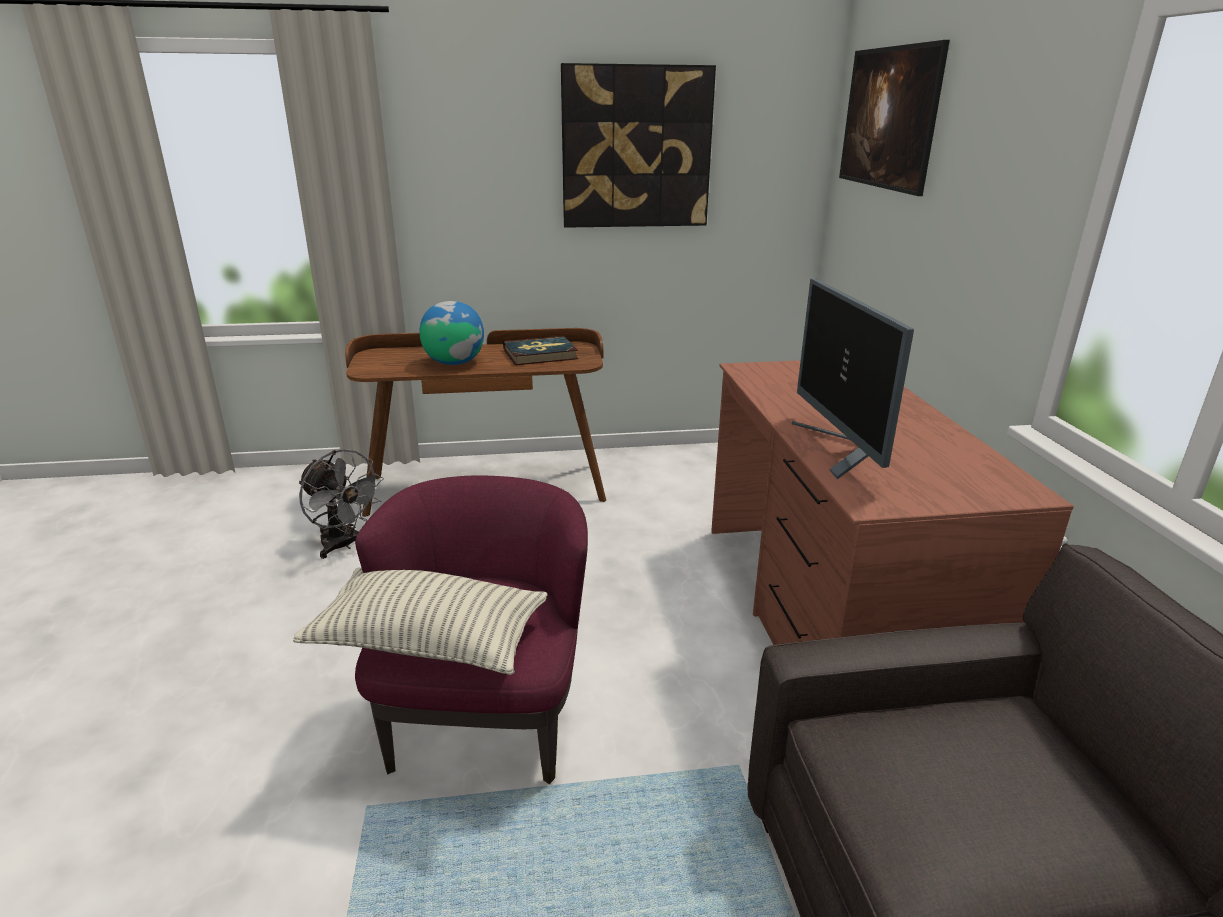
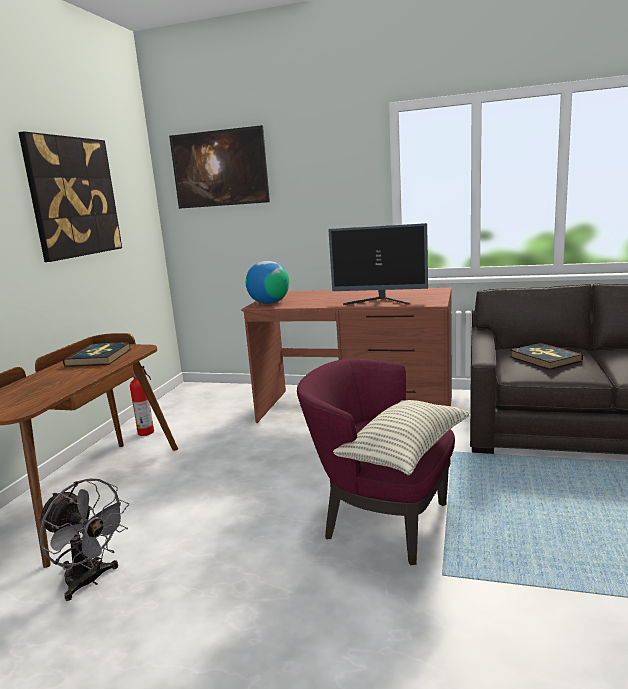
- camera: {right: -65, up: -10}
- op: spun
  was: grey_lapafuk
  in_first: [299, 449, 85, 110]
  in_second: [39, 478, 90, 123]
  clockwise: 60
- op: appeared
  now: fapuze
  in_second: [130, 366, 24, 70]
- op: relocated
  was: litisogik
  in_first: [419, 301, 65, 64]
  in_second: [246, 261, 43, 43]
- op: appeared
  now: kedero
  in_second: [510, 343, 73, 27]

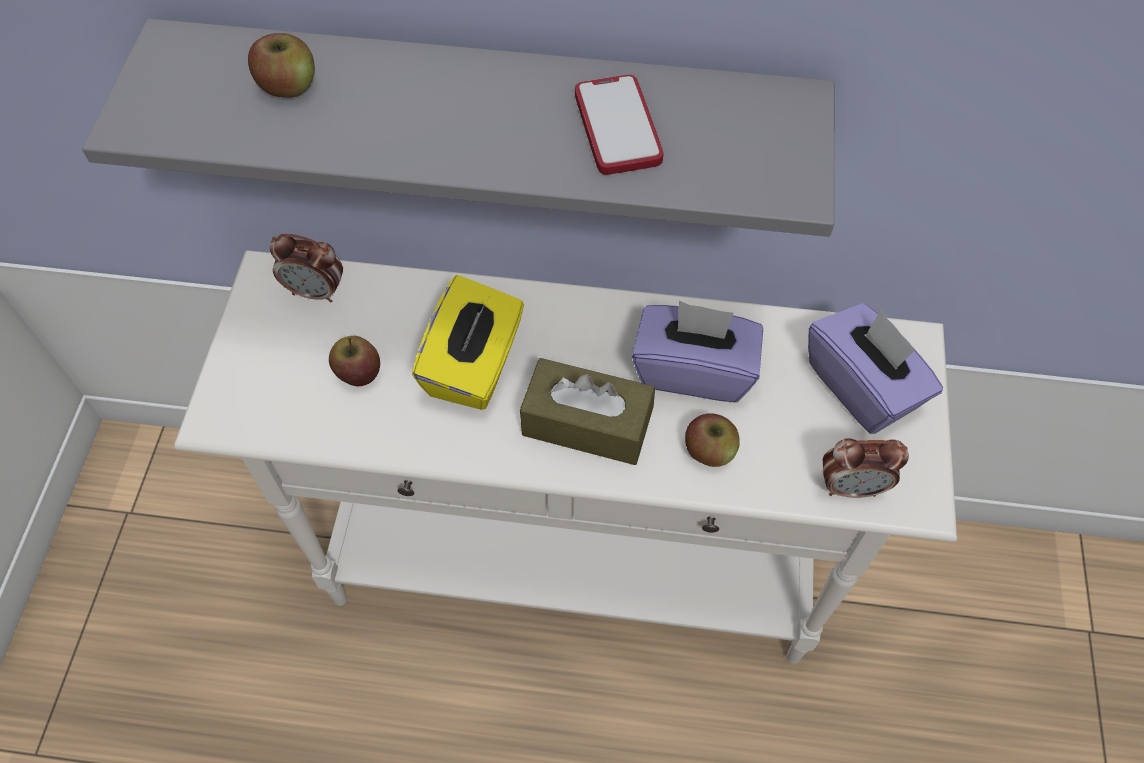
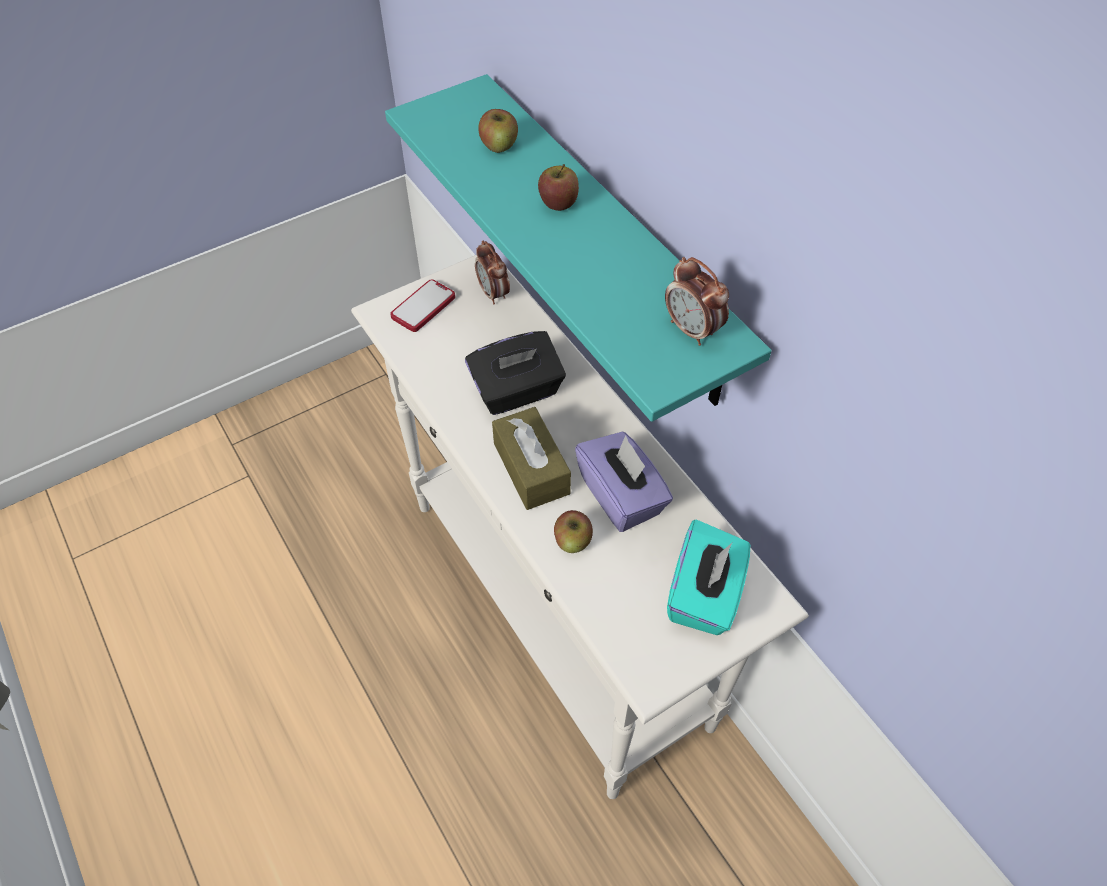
- camera: {right: 50, up: -5}
- op: colour
  was: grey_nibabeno
  now: turquoise_nibabeno
  in_first: [82, 19, 753, 218]
  in_second: [385, 74, 387, 348]
- op: relocated
  was: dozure
  in_first: [575, 75, 89, 100]
  in_second: [390, 279, 65, 53]
- op: colour
  was: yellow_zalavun
  now: black_zalavun
  in_first: [412, 275, 112, 135]
  in_second: [465, 331, 101, 84]
- op: relocated
  was: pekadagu
  in_first: [329, 336, 51, 50]
  in_second: [538, 164, 41, 47]
- op: relocated
  was: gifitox
  in_first: [823, 438, 86, 60]
  in_second: [665, 257, 64, 89]
- op: colour
  was: purple_zalavun
  now: turquoise_zalavun
  in_first: [808, 303, 135, 131]
  in_second: [667, 519, 83, 116]

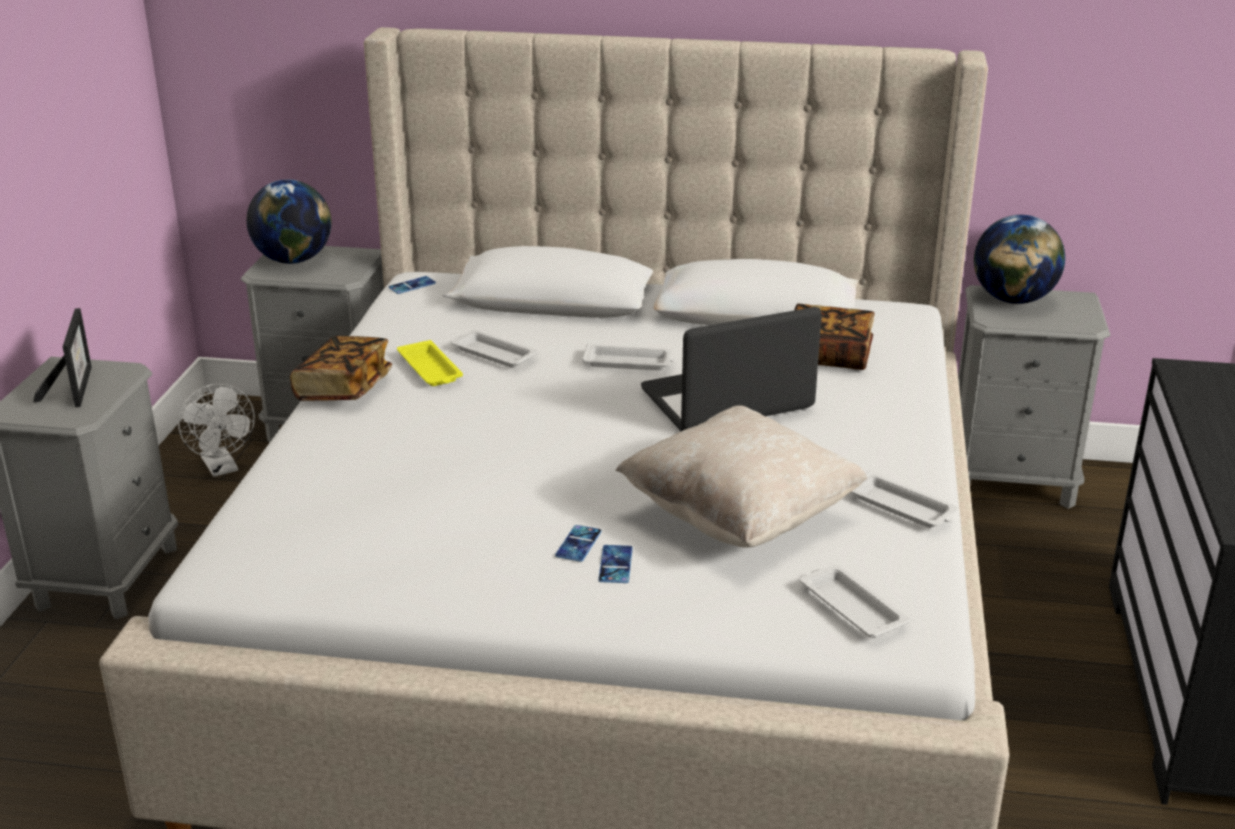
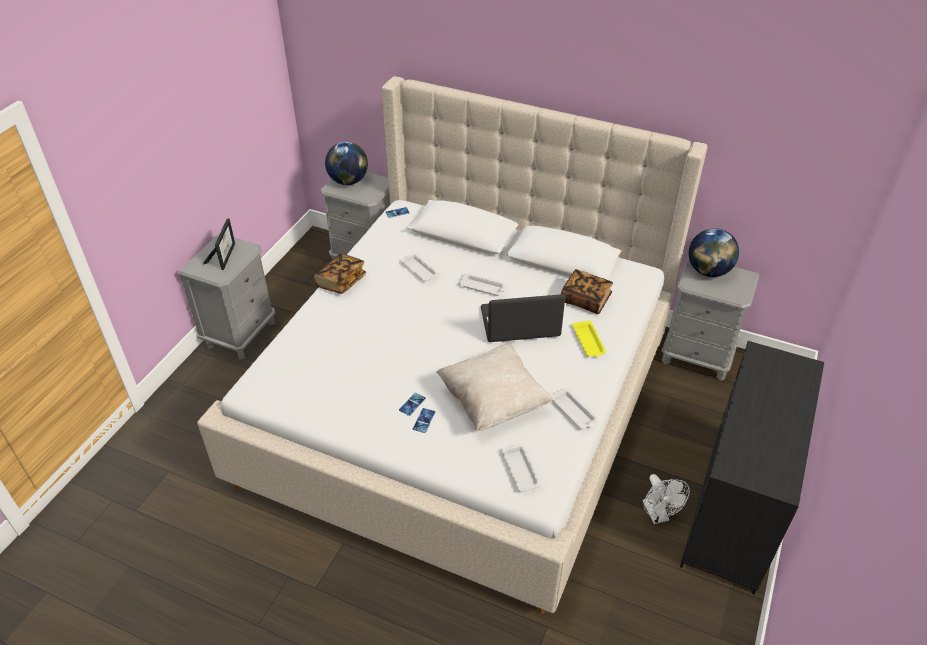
- camera: {right: 15, up: 15}
- op: relocated
  was: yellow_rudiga
  in_first: [397, 340, 66, 46]
  in_second: [572, 321, 34, 36]
- op: relocated
  was: white_lapafuk
  in_first: [178, 384, 77, 93]
  in_second: [643, 474, 47, 50]

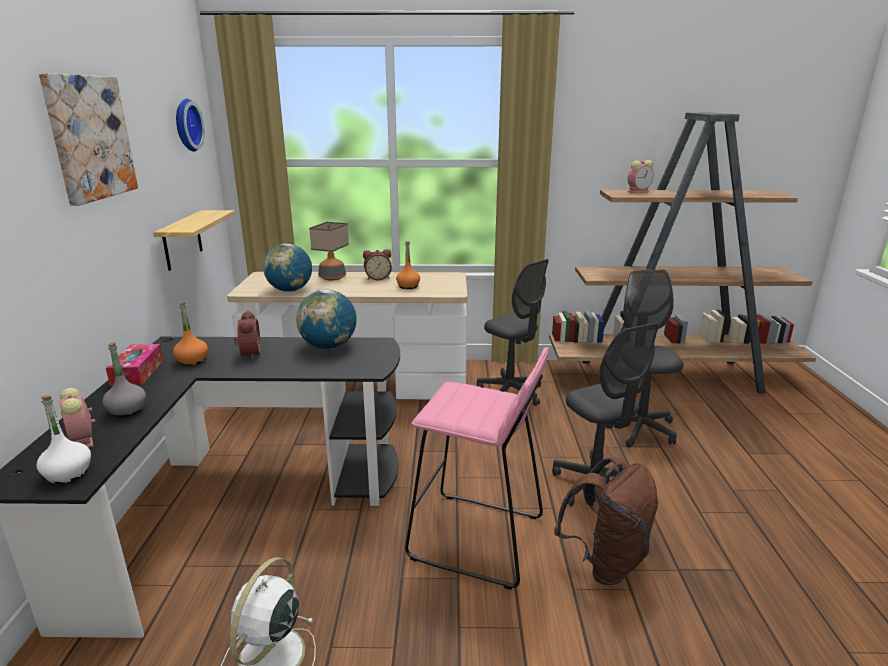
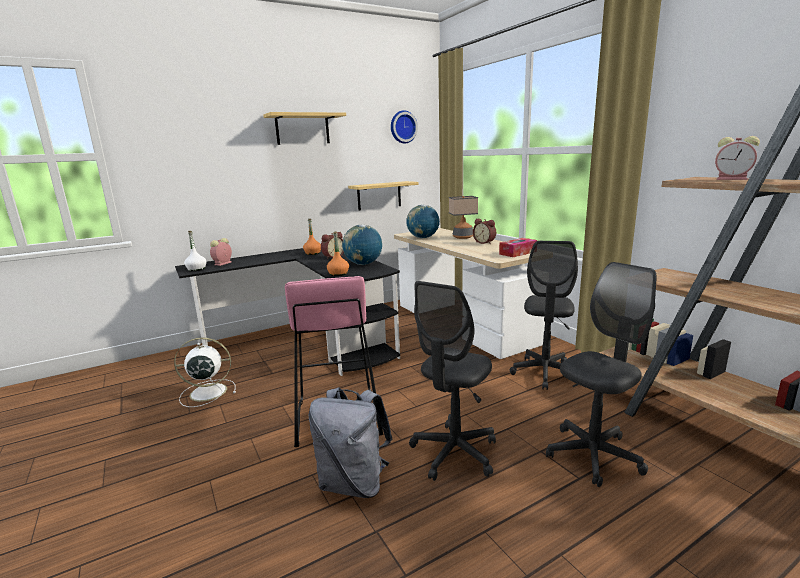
- camera: {right: 60, up: -5}
- op: exchanged
  was: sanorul
  now: nibabeno
  in_first: [39, 73, 99, 133]
  in_second: [263, 112, 83, 33]
- op: colour
  was: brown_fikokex
  now: grey_fikokex
  in_first: [554, 457, 104, 128]
  in_second: [309, 387, 83, 111]
- op: relocated
  was: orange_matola
  in_first: [396, 241, 24, 48]
  in_second: [327, 232, 22, 44]
- op: relocated
  was: zalavun
  in_first: [106, 344, 57, 42]
  in_second: [499, 238, 38, 19]
- op: missing
  was: grey_matola
  in_first: [102, 342, 44, 76]

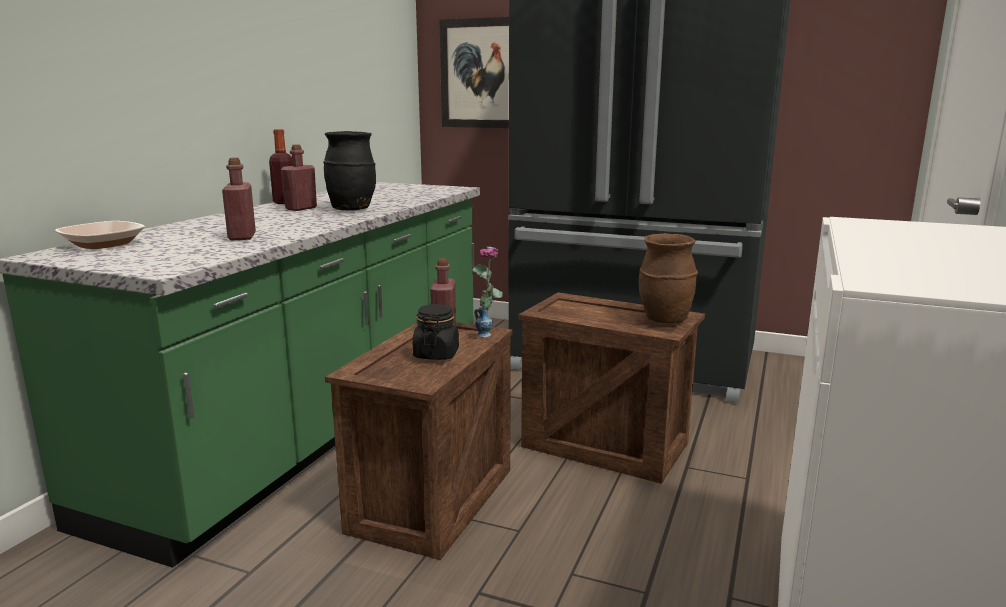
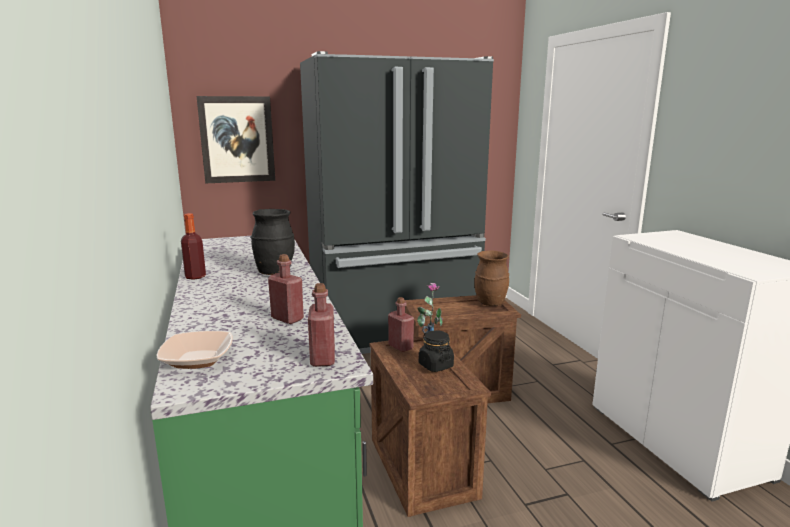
- camera: {right: -40, up: 0}
- op: relocated
  was: red_matola
  in_first: [281, 144, 36, 67]
  in_second: [308, 283, 27, 84]

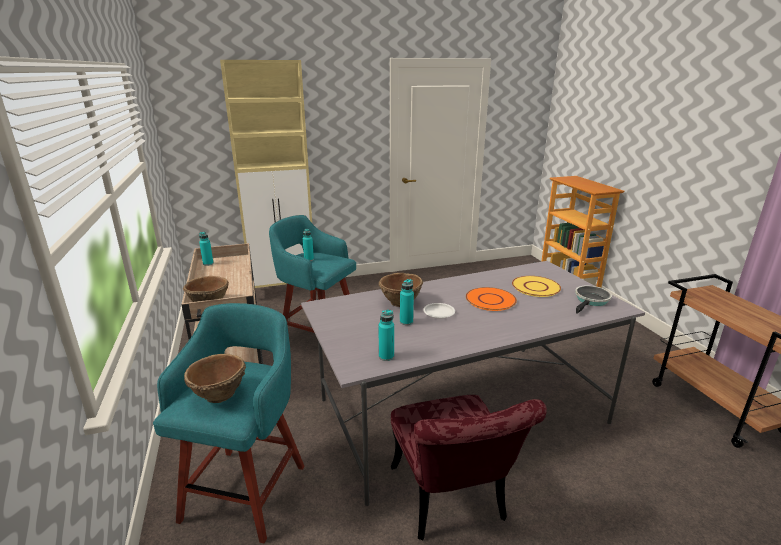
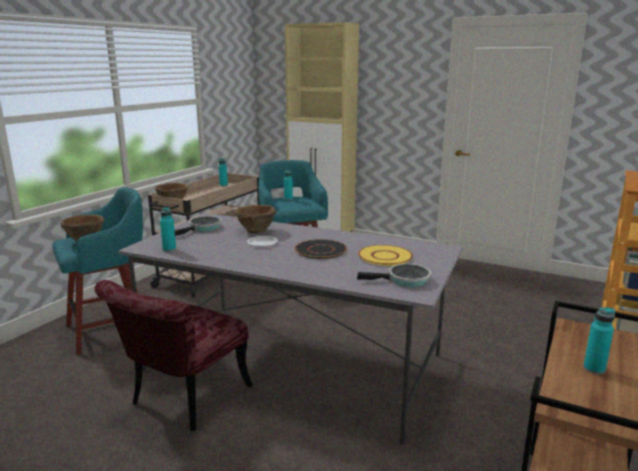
- camera: {right: 45, up: -5}
- op: appeared
  now: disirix
  in_second: [175, 216, 47, 20]
- op: colour
  was: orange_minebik
  now: black_minebik
  in_first: [466, 287, 51, 24]
  in_second: [294, 239, 53, 20]
- op: relocated
  was: turquoise_matola
  in_first: [400, 279, 14, 46]
  in_second: [583, 307, 32, 67]

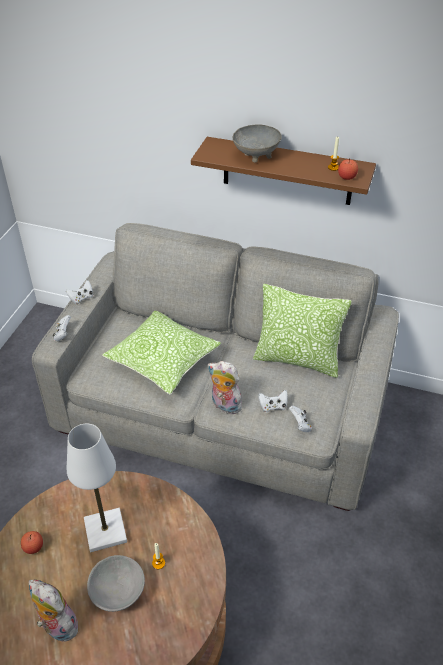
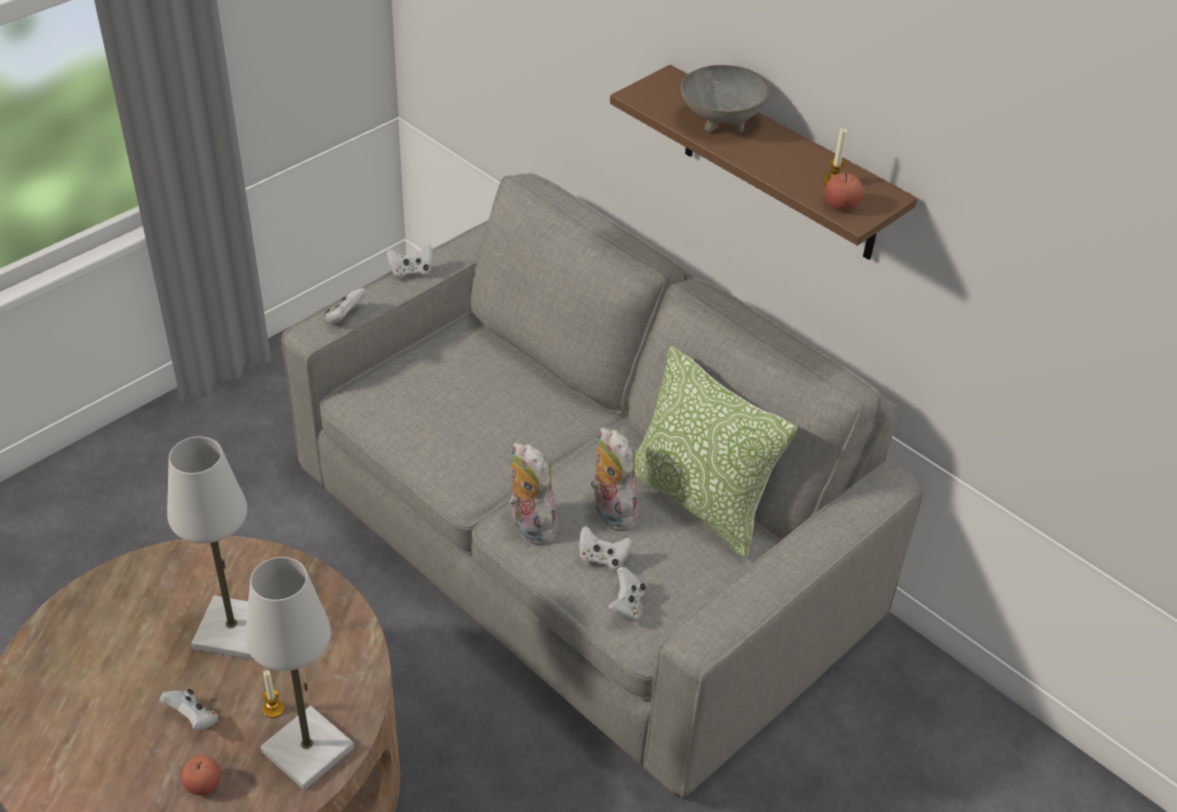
- camera: {right: 25, up: 0}
- op: exchanged
  was: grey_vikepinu
  now: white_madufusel
  in_first: [87, 555, 58, 57]
  in_second: [159, 689, 59, 41]
- op: relocated
  was: pekadagu
  in_first: [21, 531, 22, 23]
  in_second: [181, 756, 40, 40]
- op: appeared
  now: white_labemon
  in_second: [245, 557, 109, 233]
- op: relocated
  was: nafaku
  in_first: [29, 580, 49, 61]
  in_second: [591, 427, 49, 104]
- op: missing
  was: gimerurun
  in_first: [102, 311, 119, 84]

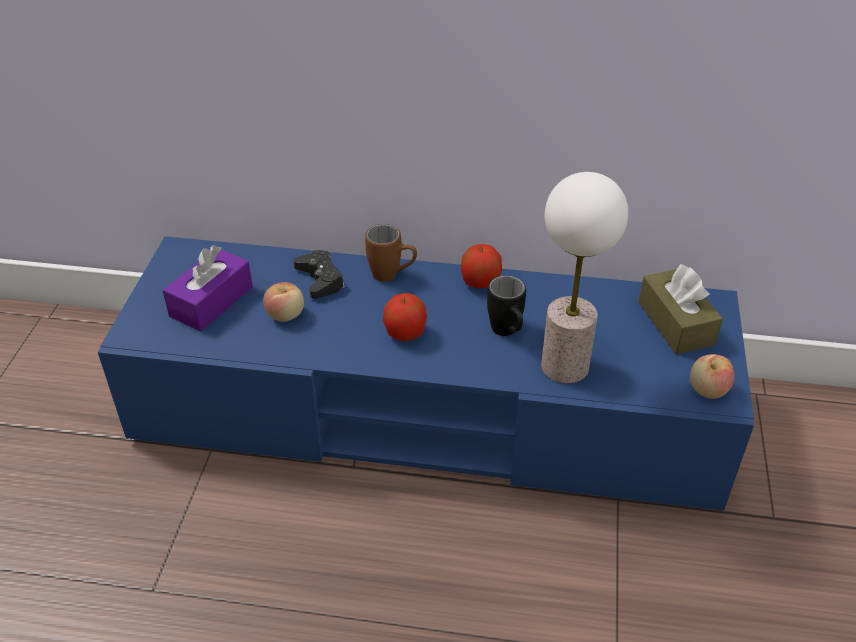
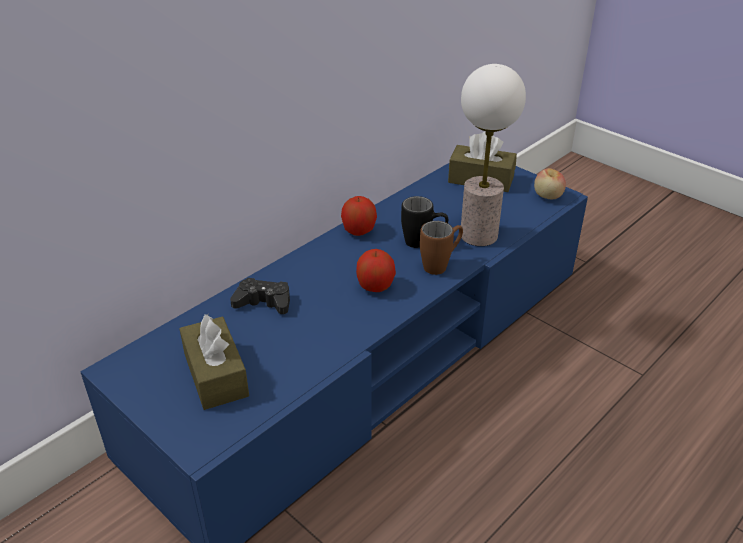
- camera: {right: -55, up: -5}
- op: colour
  was: purple_zalavun
  now: brown_zalavun
  in_first: [163, 245, 90, 86]
  in_second: [179, 314, 70, 96]
- op: relocated
  was: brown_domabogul
  in_first: [365, 224, 52, 58]
  in_second: [420, 221, 43, 54]
- op: missing
  was: pekadagu
  in_first: [263, 282, 41, 40]

